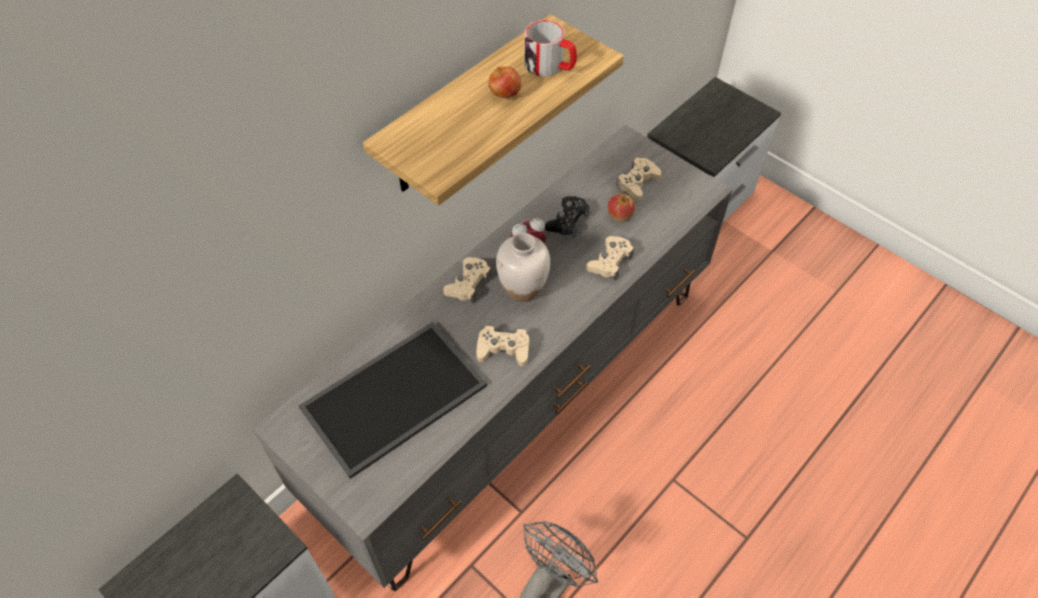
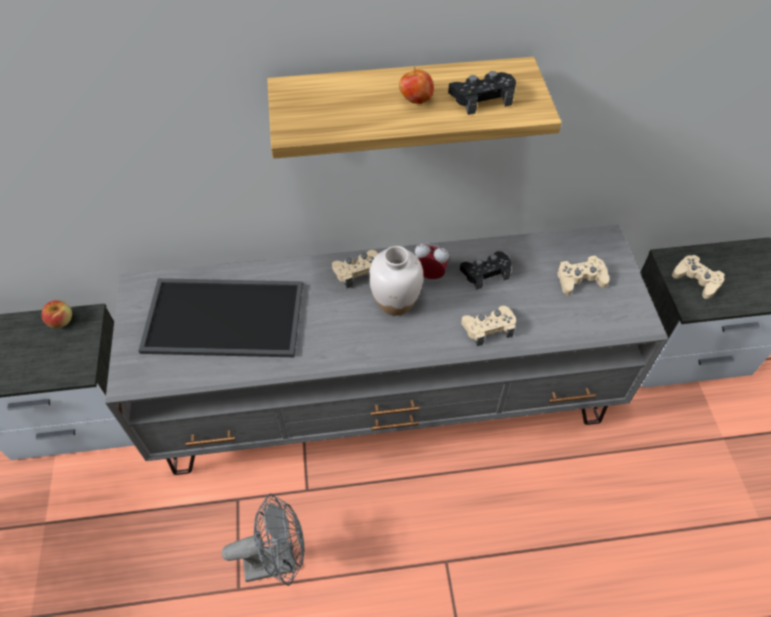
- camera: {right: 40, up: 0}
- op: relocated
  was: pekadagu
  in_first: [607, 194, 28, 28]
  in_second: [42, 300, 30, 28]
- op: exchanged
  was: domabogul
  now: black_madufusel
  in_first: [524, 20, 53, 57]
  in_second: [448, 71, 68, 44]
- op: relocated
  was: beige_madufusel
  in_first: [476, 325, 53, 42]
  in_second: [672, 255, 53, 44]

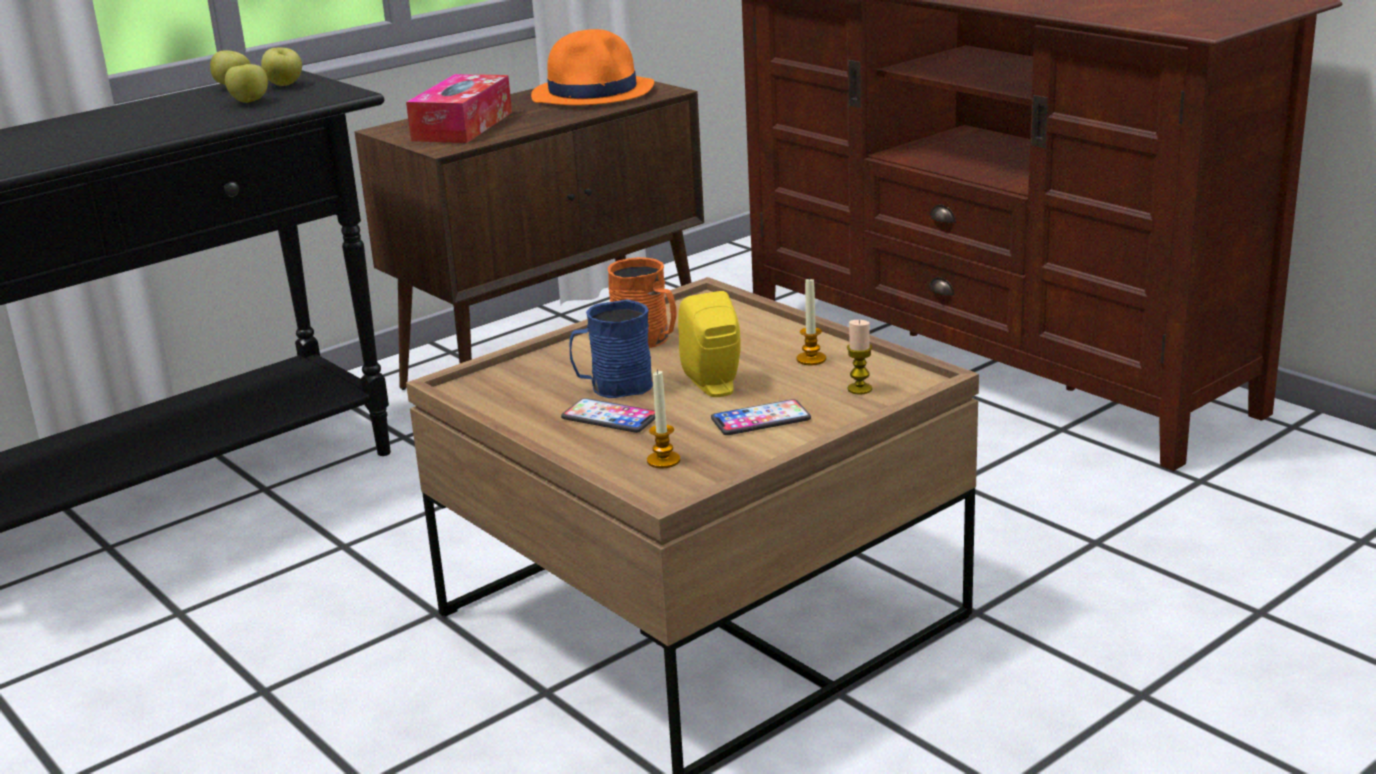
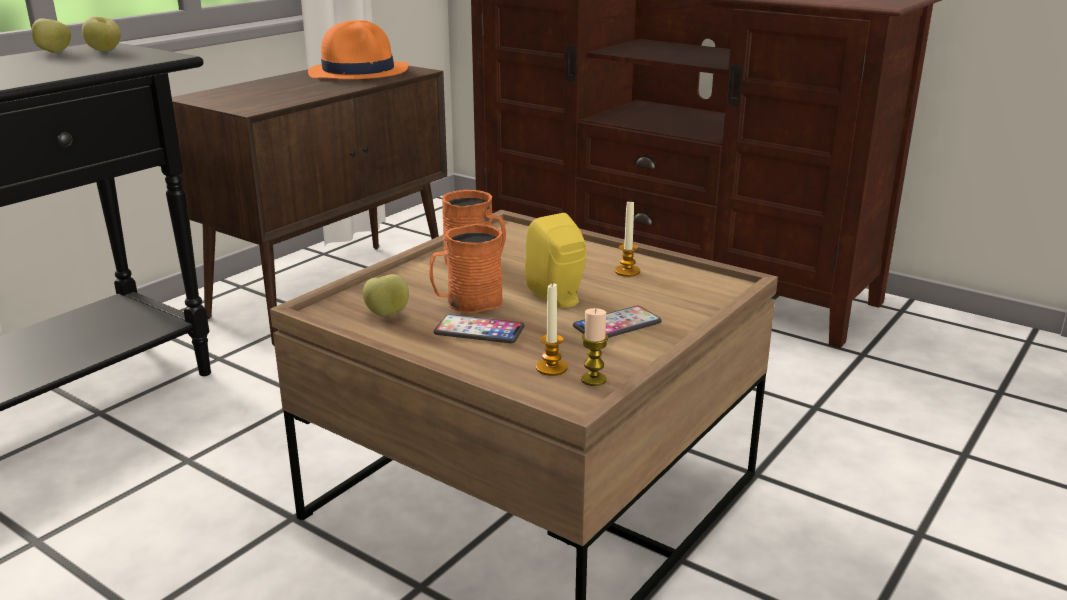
- camera: {right: -15, up: 0}
- op: relocated
  was: pekadagu
  in_first: [225, 64, 43, 39]
  in_second: [363, 274, 46, 43]
- op: colour
  was: blue_domabogul
  now: orange_domabogul
  in_first: [570, 299, 83, 99]
  in_second: [430, 224, 73, 90]
- op: relocated
  was: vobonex
  in_first: [847, 320, 25, 75]
  in_second: [581, 308, 27, 78]
- op: missing
  was: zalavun
  in_first: [406, 74, 106, 69]

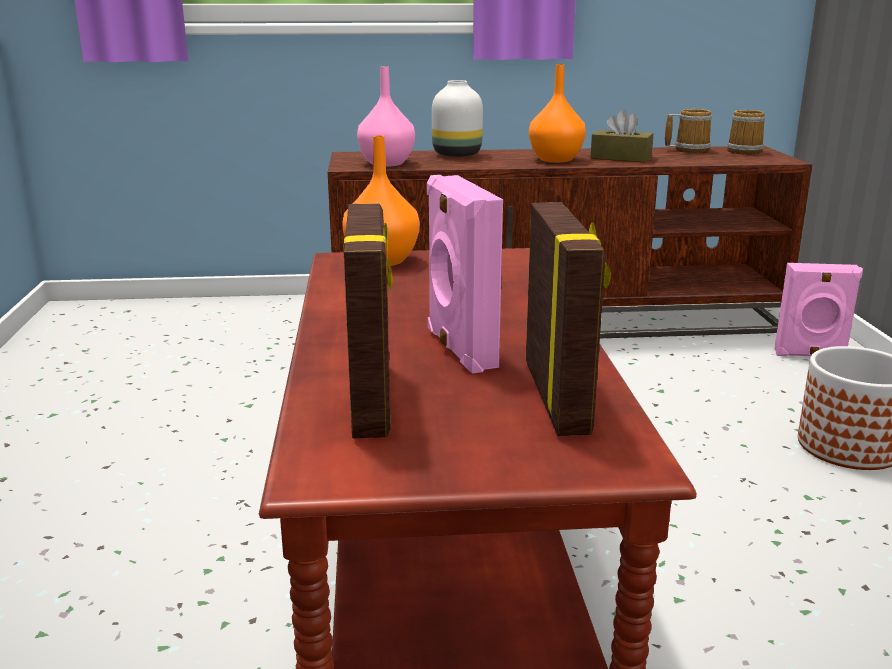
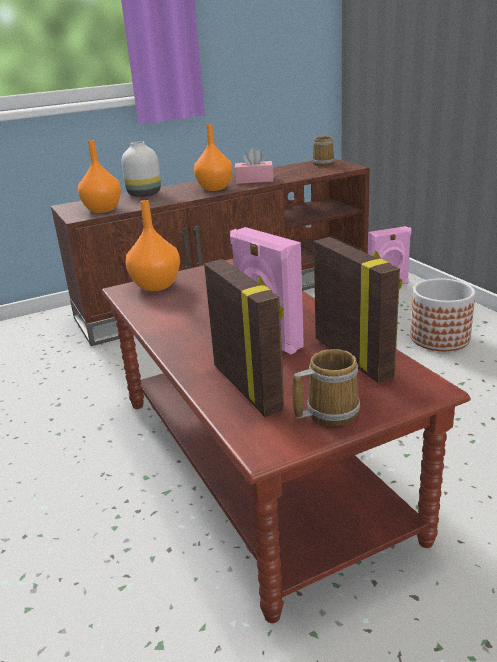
- camera: {right: -20, up: 5}
- op: colour
  was: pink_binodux
  now: orange_binodux
  in_first: [357, 66, 58, 101]
  in_second: [78, 140, 43, 73]
- op: colour
  was: brown_zalavun
  now: pink_zalavun
  in_first: [590, 109, 63, 53]
  in_second: [235, 148, 38, 36]
- op: relocated
  was: domabogul
  in_first: [665, 109, 47, 44]
  in_second: [292, 349, 68, 77]

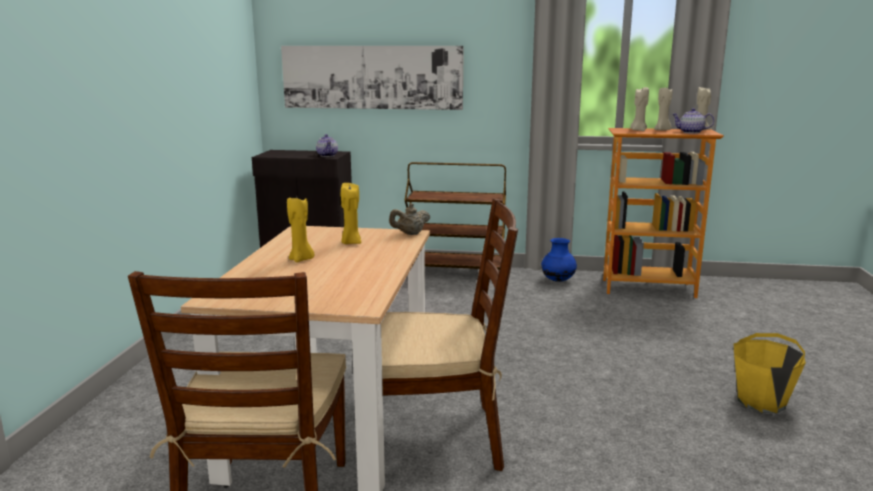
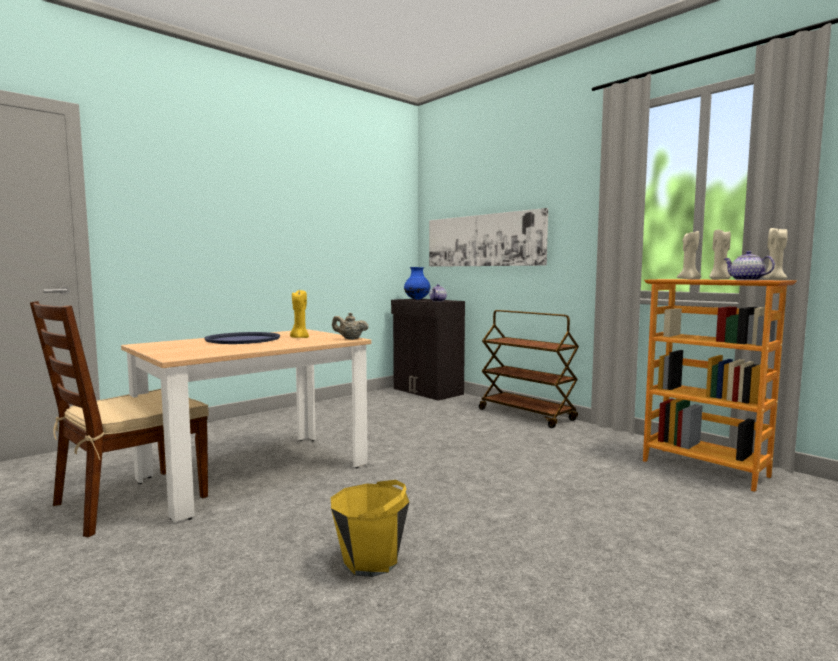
- camera: {right: 40, up: -10}
- op: exchanged
  was: yellow_vobonex
  now: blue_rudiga
  in_first: [287, 198, 27, 65]
  in_second: [204, 332, 76, 12]
- op: relocated
  was: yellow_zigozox
  in_first: [734, 333, 72, 80]
  in_second: [331, 480, 78, 97]
- op: relocated
  was: blue_binodux
  in_first: [541, 238, 36, 44]
  in_second: [404, 267, 26, 33]
- op: missing
  was: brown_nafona
  in_first: [381, 199, 137, 272]

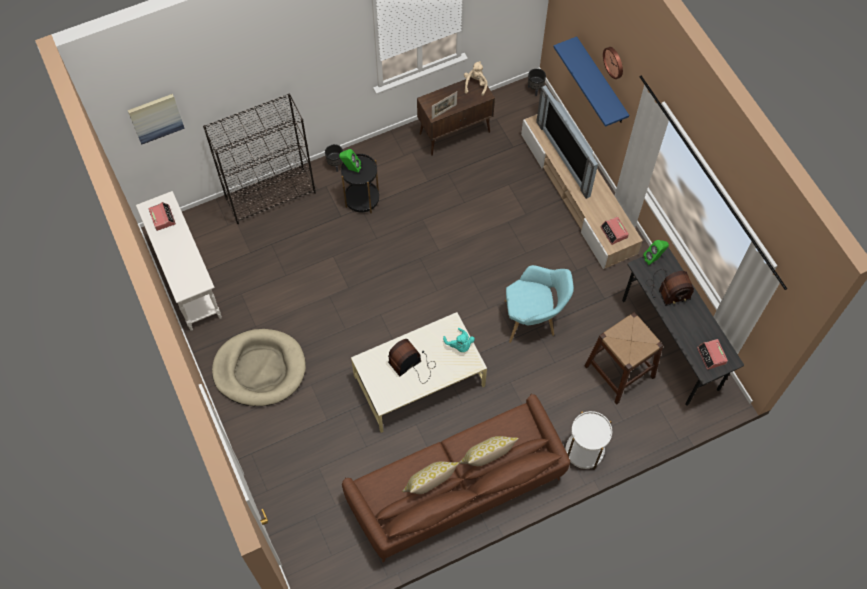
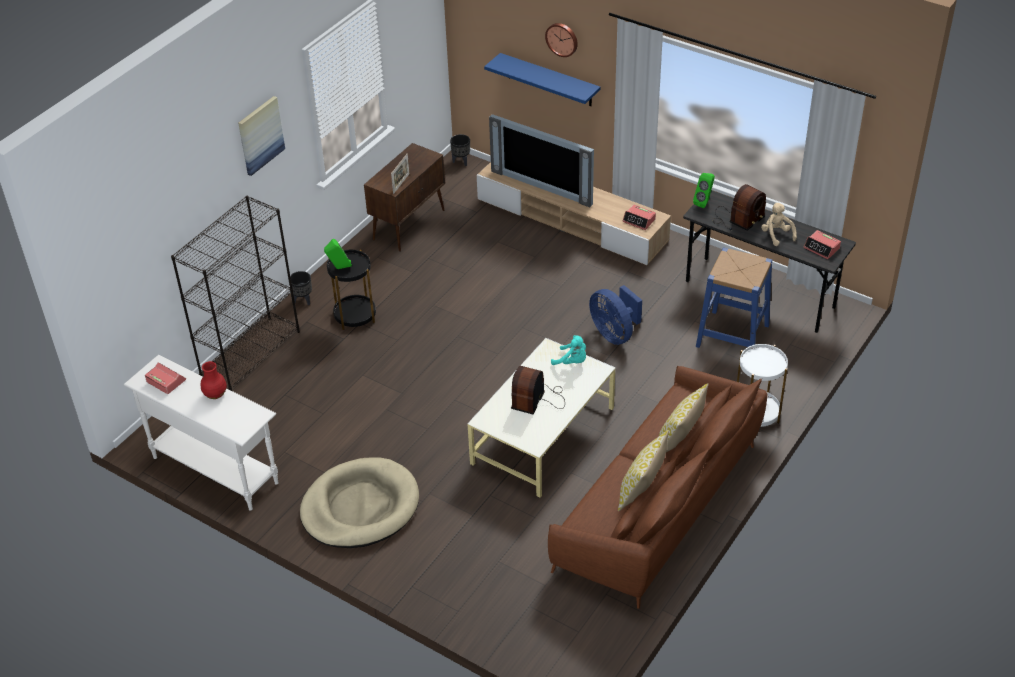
- camera: {right: -30, up: -20}
- op: appeared
  now: red_binodux
  in_second: [201, 361, 26, 38]
- op: relocated
  was: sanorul
  in_first: [128, 94, 57, 51]
  in_second: [238, 96, 47, 80]
- op: exchanged
  was: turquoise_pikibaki
  now: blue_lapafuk
  in_first: [505, 265, 69, 78]
  in_second: [589, 285, 53, 60]
- op: colour
  was: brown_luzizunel
  now: blue_luzizunel
  in_first: [585, 312, 78, 93]
  in_second: [696, 247, 76, 101]
- op: relocated
  was: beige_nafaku
  in_first: [464, 61, 24, 35]
  in_second: [761, 203, 36, 43]

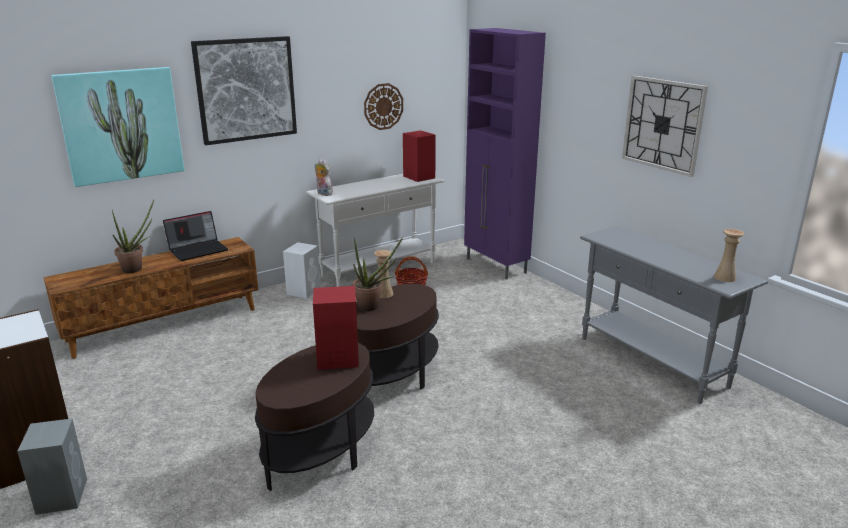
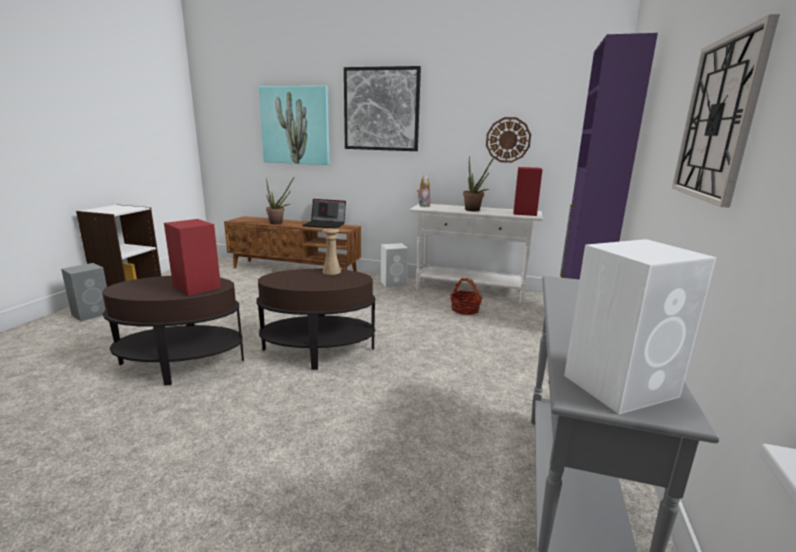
- camera: {right: 50, up: -5}
- op: relocated
  was: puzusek
  in_first: [353, 237, 50, 74]
  in_second: [463, 156, 32, 55]
- op: exchanged
  was: beige_binodux
  now: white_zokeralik
  in_first: [714, 229, 30, 53]
  in_second: [564, 239, 152, 175]

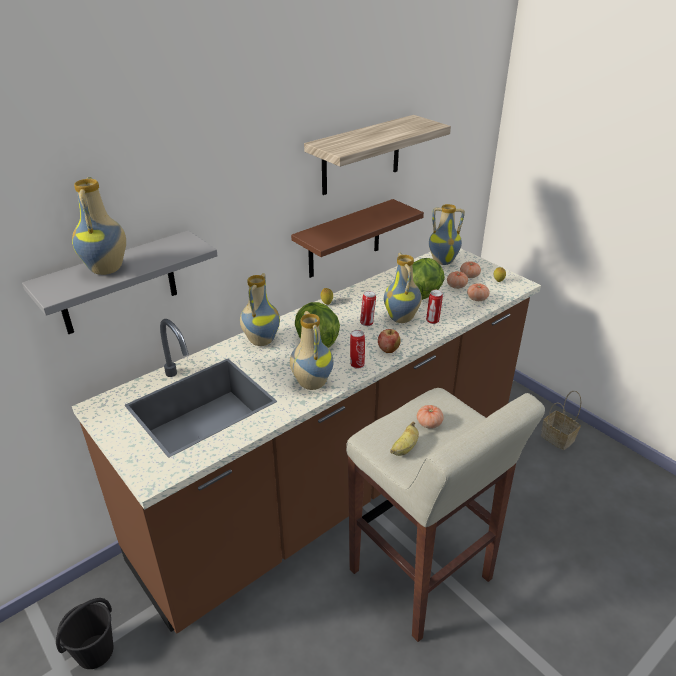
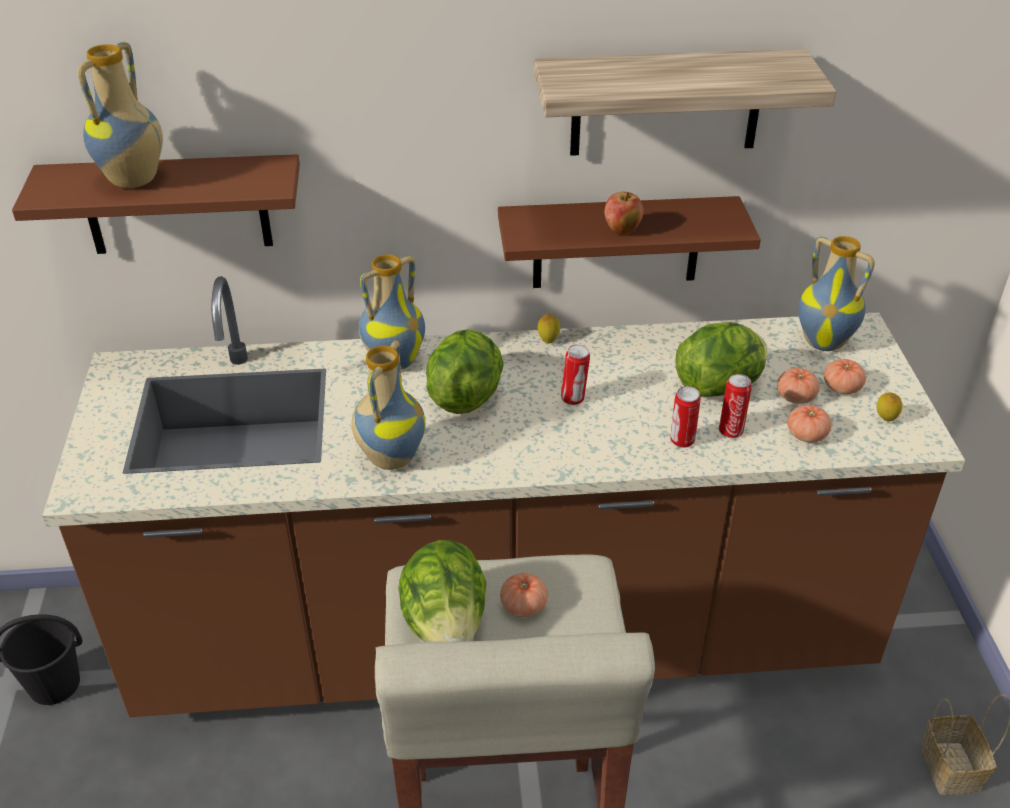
- camera: {right: 35, up: 5}
- op: colour
  was: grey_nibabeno
  now: brown_nibabeno
  in_first: [22, 230, 196, 104]
  in_second: [12, 154, 288, 100]
- op: exchanged
  was: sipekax
  now: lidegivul
  in_first: [390, 421, 29, 35]
  in_second: [398, 540, 89, 102]
- op: relocated
  was: pekadagu
  in_first: [378, 329, 23, 24]
  in_second: [604, 192, 40, 43]
- op: relocated
  was: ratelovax
  in_first: [350, 330, 15, 38]
  in_second: [719, 374, 33, 64]
- op: missing
  was: binodux
  in_first: [384, 253, 38, 70]

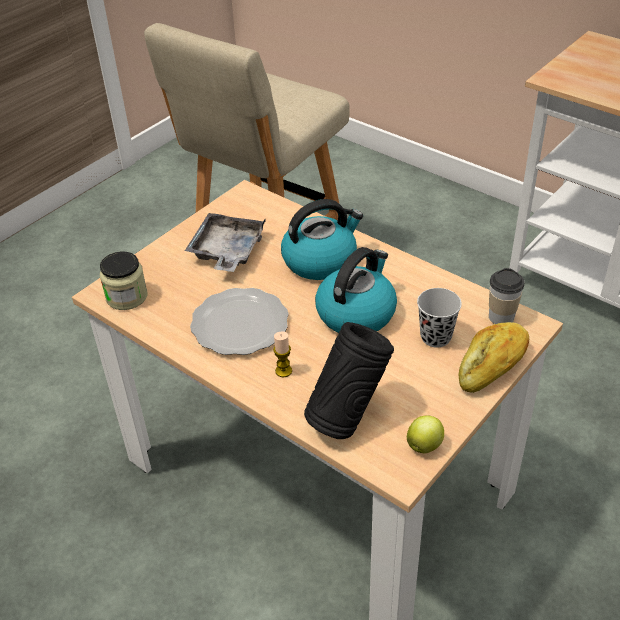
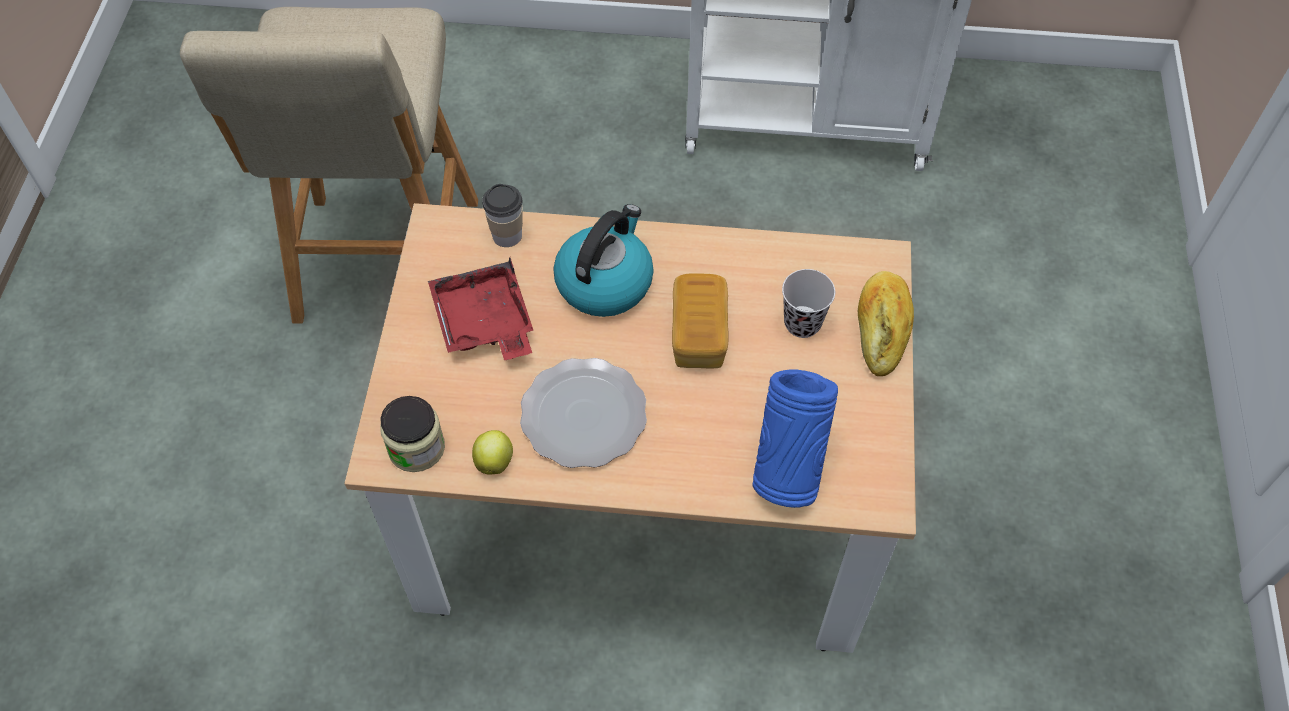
- camera: {right: -35, up: 15}
- op: colour
  was: grey_rudiga
  now: red_rudiga
  in_first: [185, 213, 81, 59]
  in_second: [428, 258, 105, 102]
- op: relocated
  was: pekadagu
  in_first: [407, 415, 37, 38]
  in_second: [472, 430, 41, 45]
- op: relocated
  was: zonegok
  in_first: [489, 268, 36, 56]
  in_second: [482, 184, 41, 63]
- op: exchanged
  was: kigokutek
  now: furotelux
  in_first: [315, 247, 82, 86]
  in_second: [672, 273, 56, 95]
- op: colour
  was: black_binodux
  now: blue_binodux
  in_first: [304, 322, 90, 117]
  in_second: [752, 369, 86, 139]
- op: missing
  was: vobonex
  in_first: [273, 331, 19, 46]

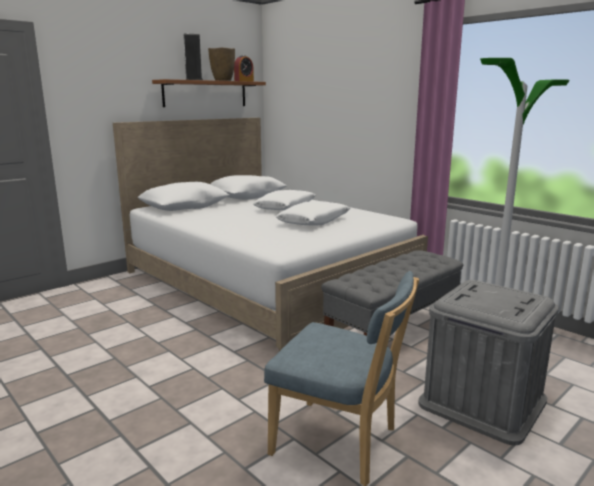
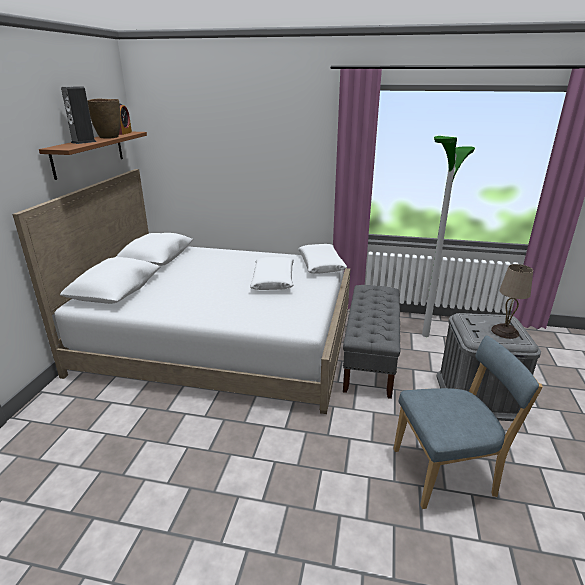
- camera: {right: -35, up: 10}
- op: relocated
  was: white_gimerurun
  in_first: [253, 190, 63, 20]
  in_second: [298, 244, 49, 30]
- op: appeared
  now: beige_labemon
  in_second: [491, 264, 42, 75]

